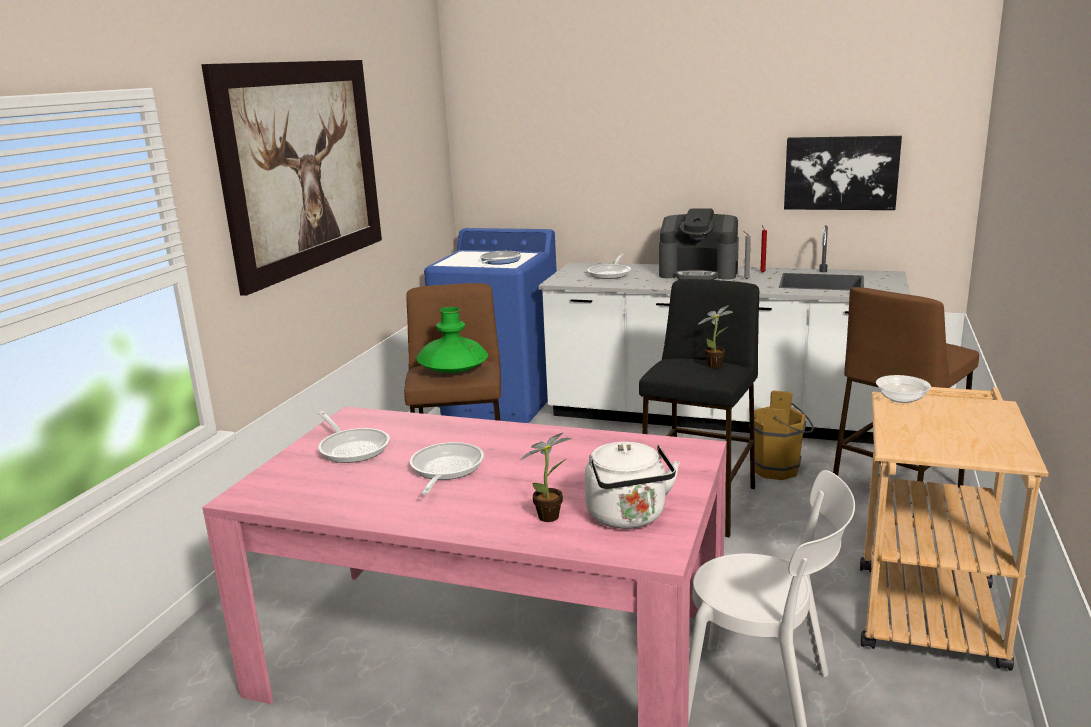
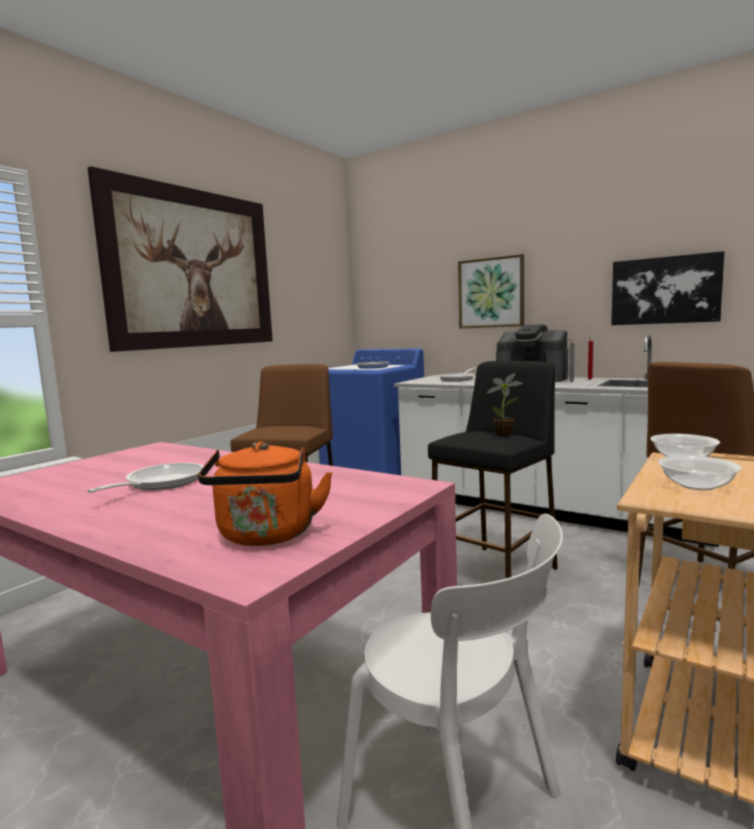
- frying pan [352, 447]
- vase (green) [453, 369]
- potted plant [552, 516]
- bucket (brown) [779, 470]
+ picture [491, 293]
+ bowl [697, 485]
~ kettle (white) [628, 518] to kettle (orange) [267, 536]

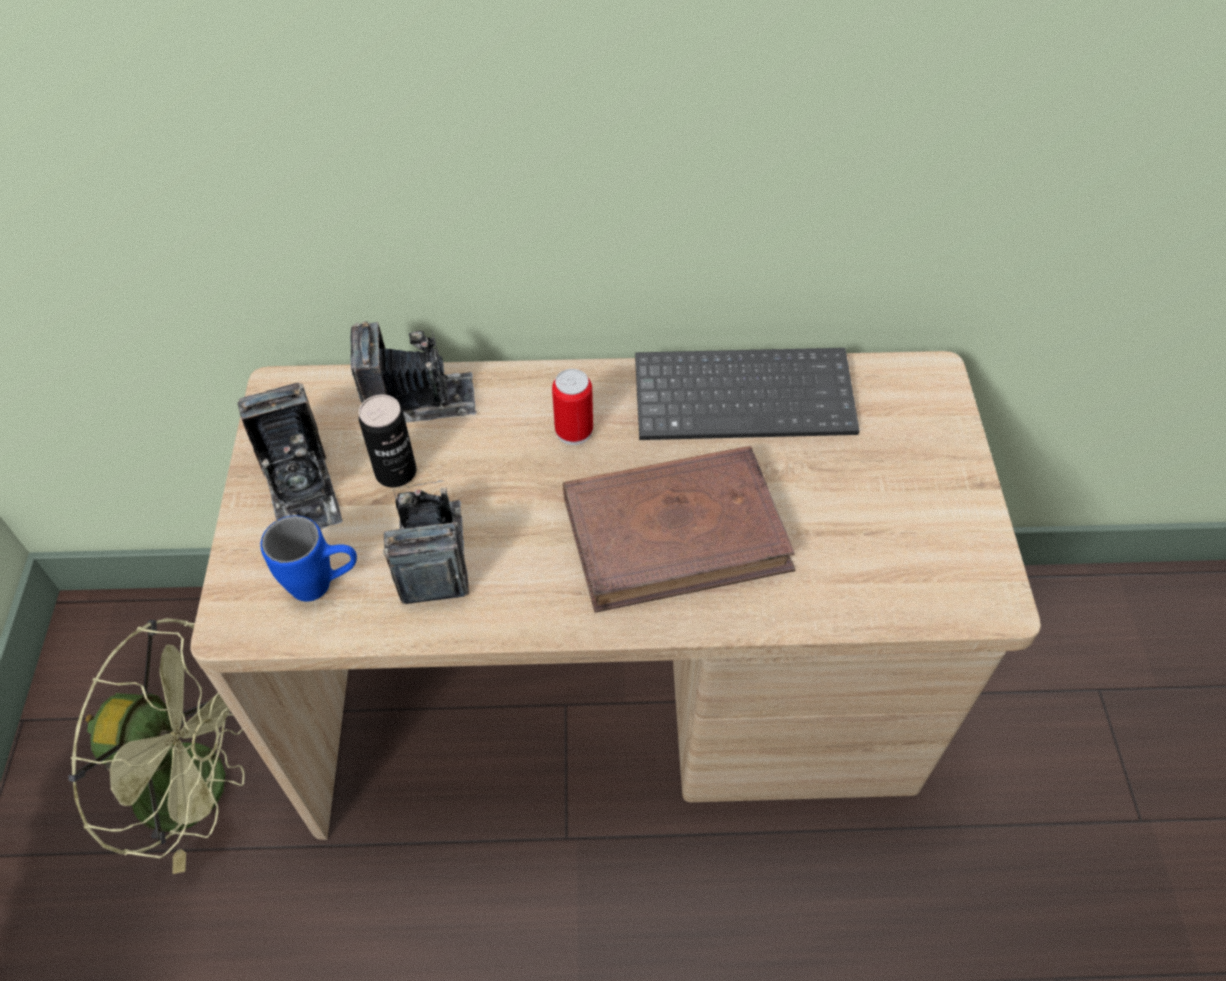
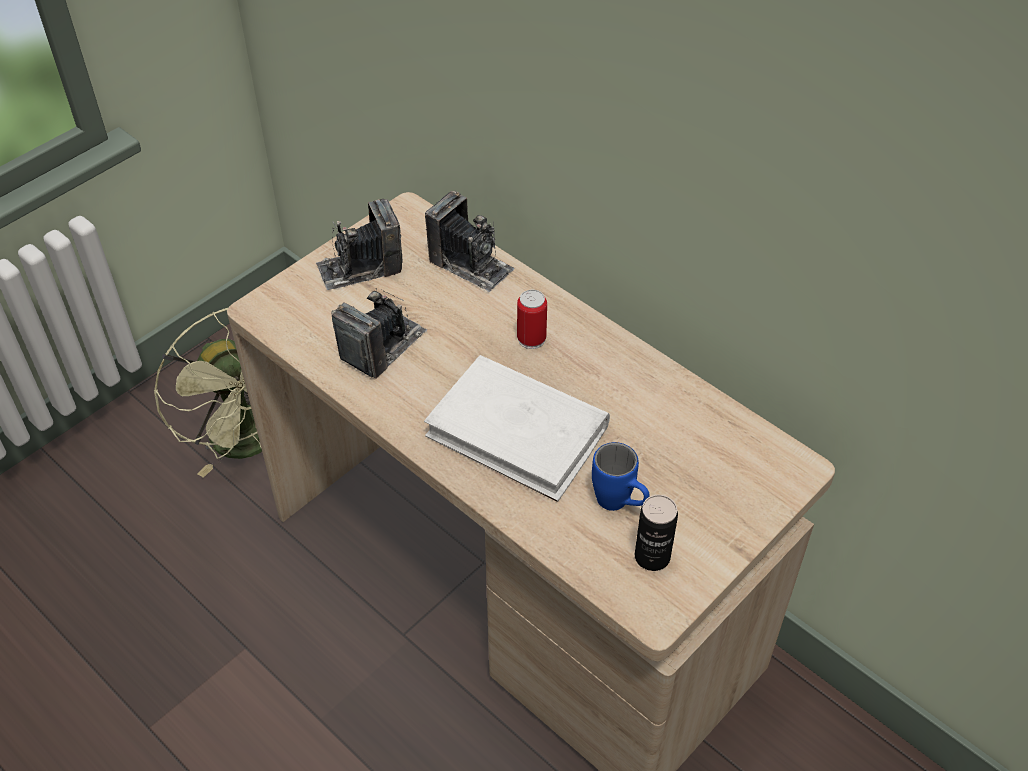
- keyboard [746, 395]
~ mug (blue) [324, 585] to [619, 505]
~ can [396, 472] to [652, 557]
~ book (brown) [676, 533] to book (white) [518, 432]
~ photo camera [301, 488] = [360, 267] 45 degrees clockwise

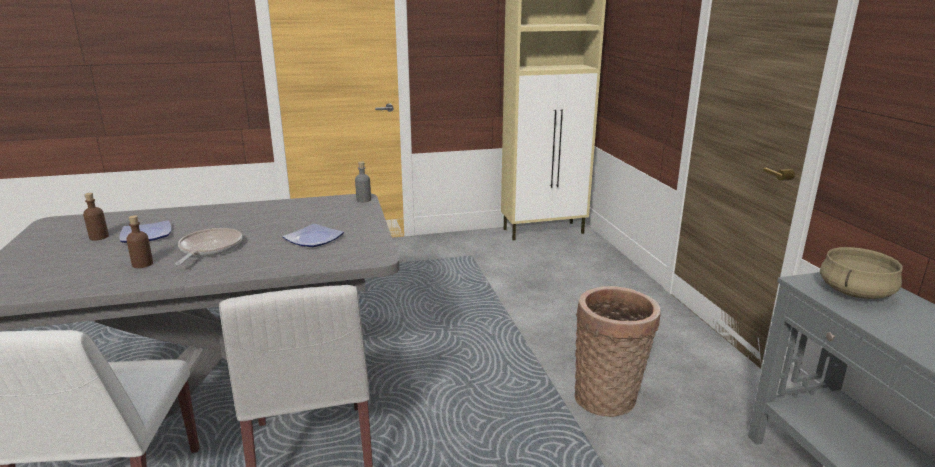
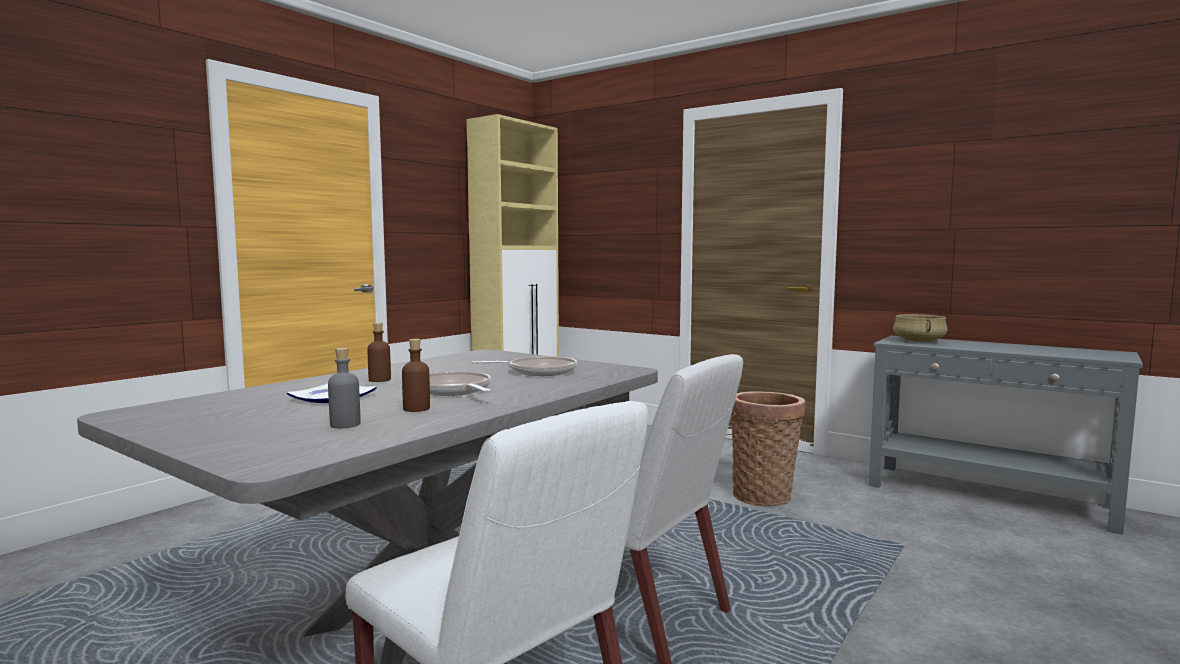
~ bottle (brown) [99, 237] to [379, 380]
~ bottle (grey) [363, 200] to [345, 424]
~ plate [314, 239] to frying pan [538, 371]

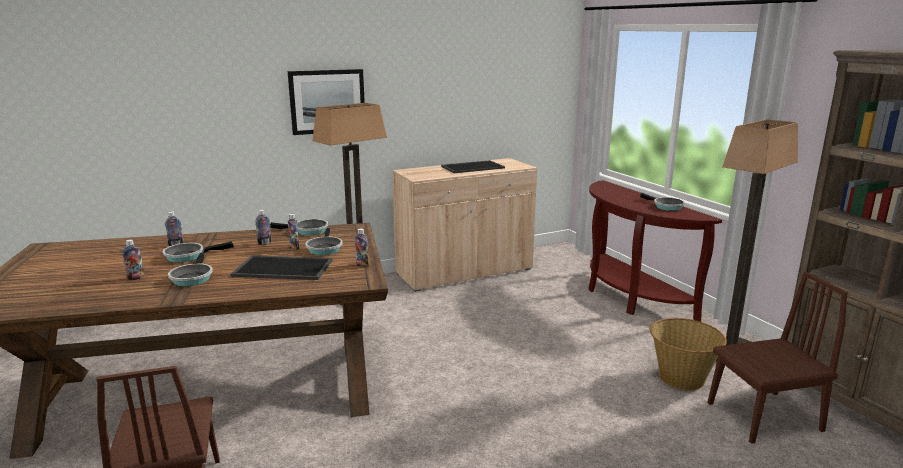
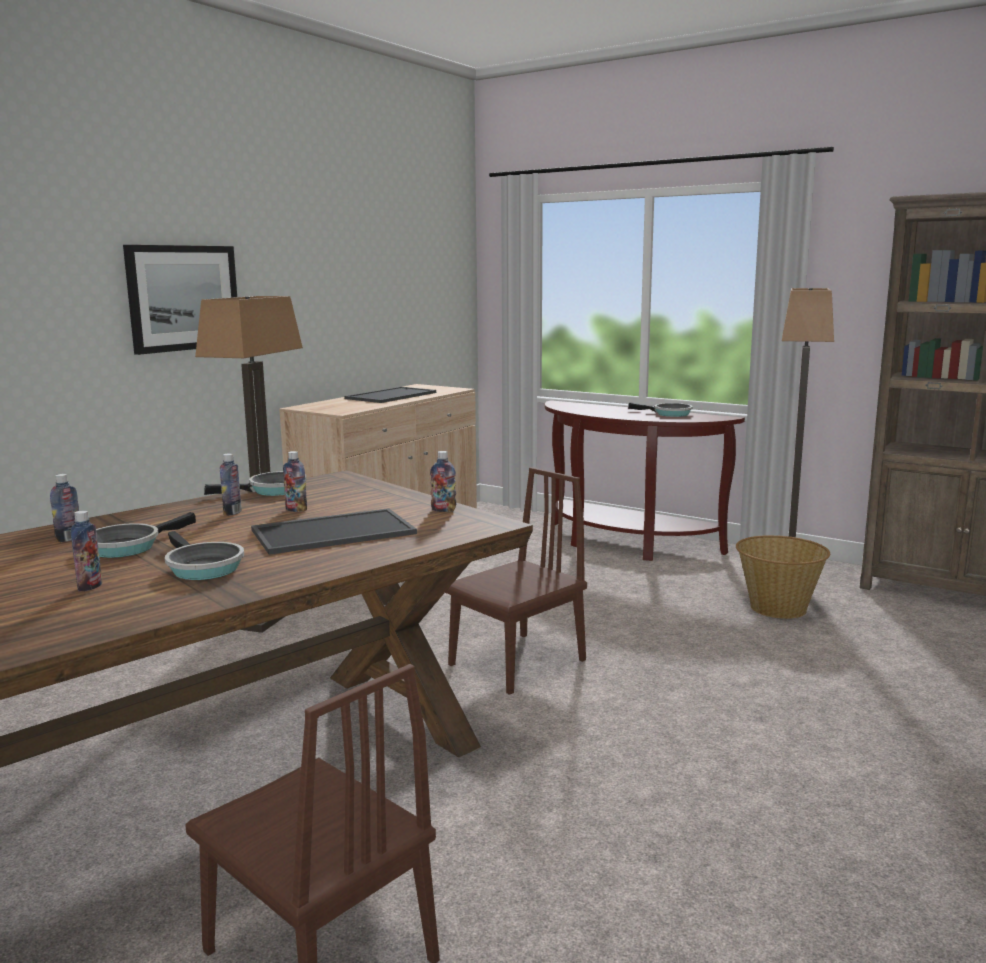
- frying pan [324, 248]
~ chair (brown) [763, 416] to [517, 662]

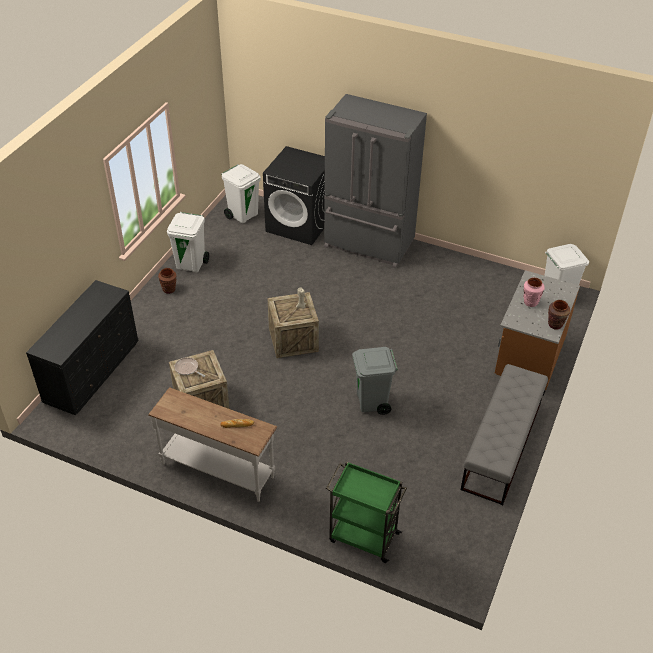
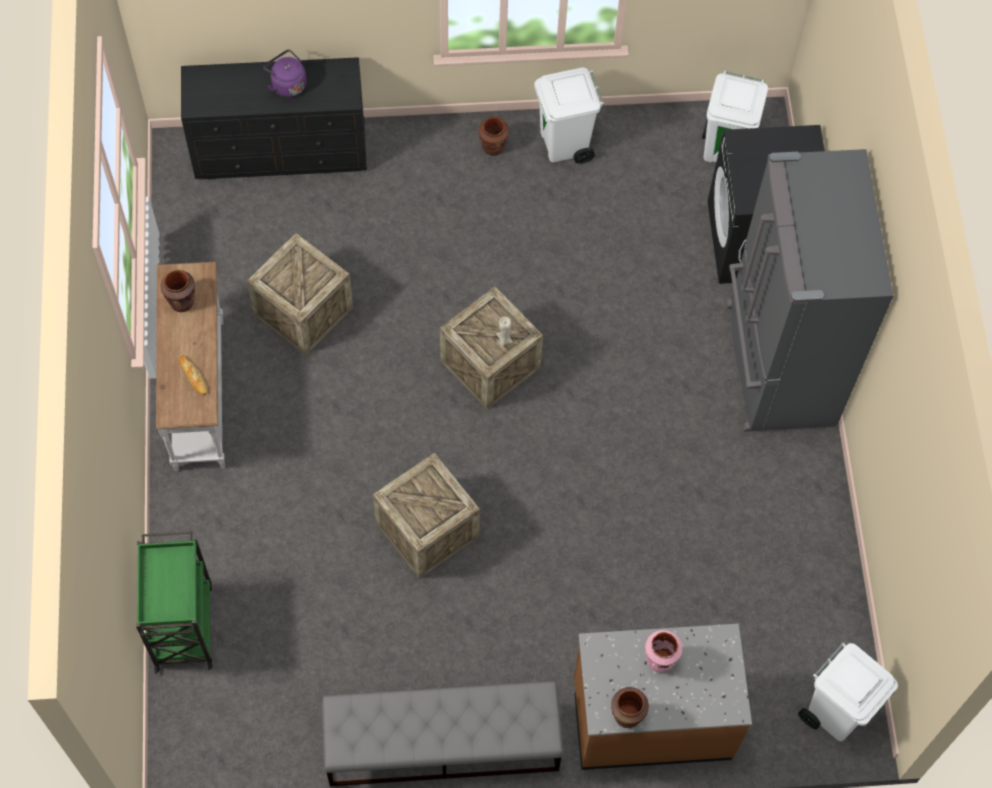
- frying pan [187, 369]
+ vase (brown) [182, 302]
+ kettle (purple) [287, 84]
~ trash can (grey) [372, 402] to crate [427, 529]

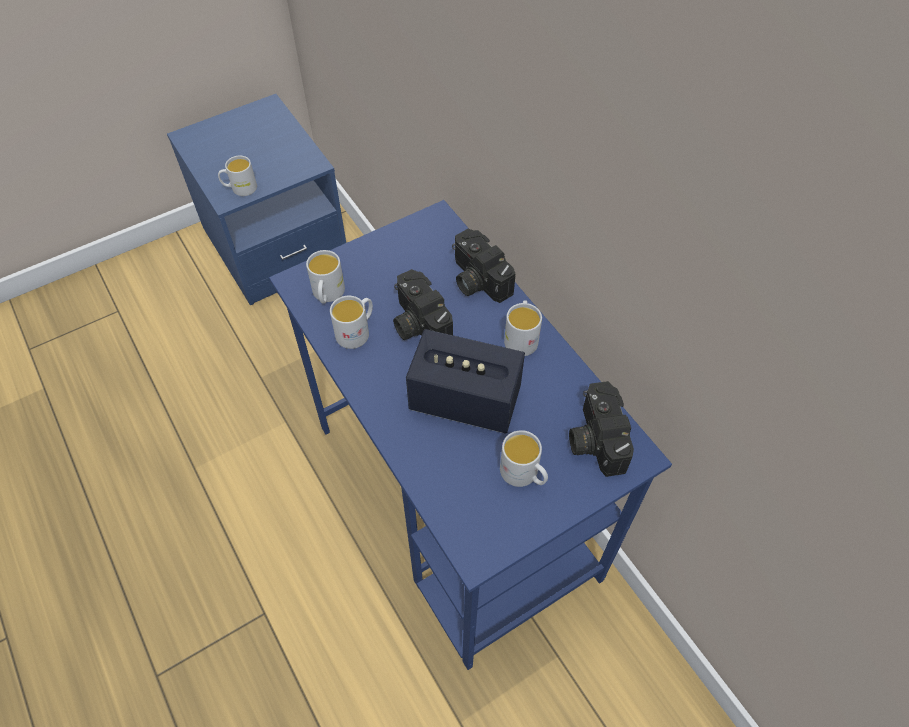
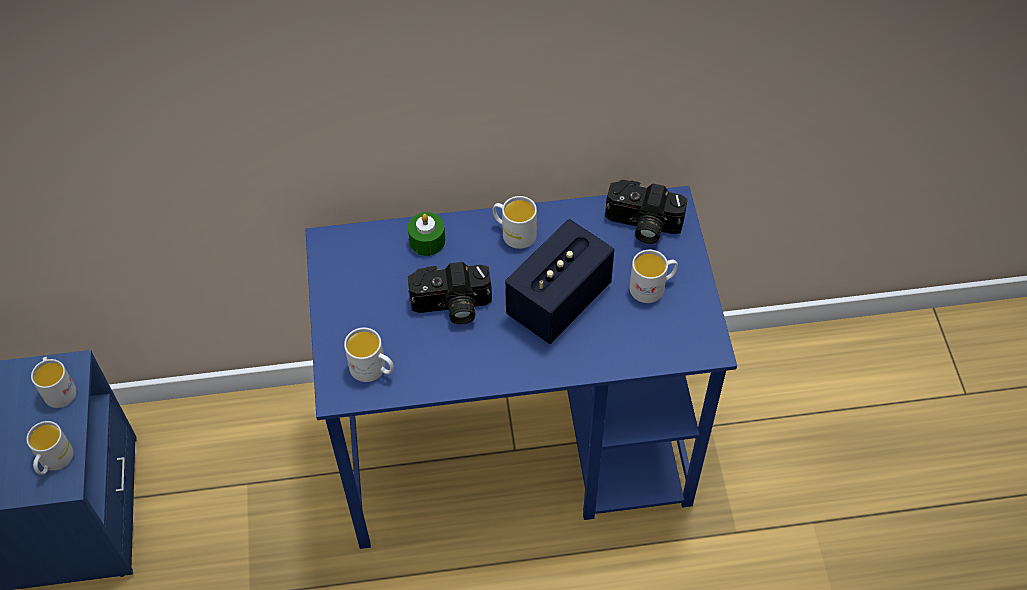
~ mug (white) [357, 331] to [58, 389]
~ photo camera [476, 280] to candle (green) [427, 241]

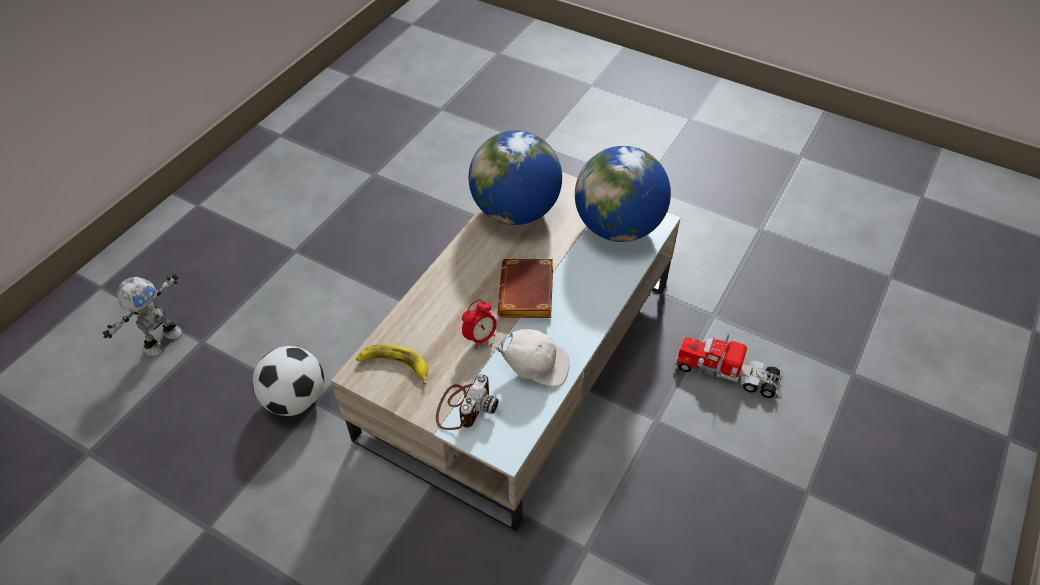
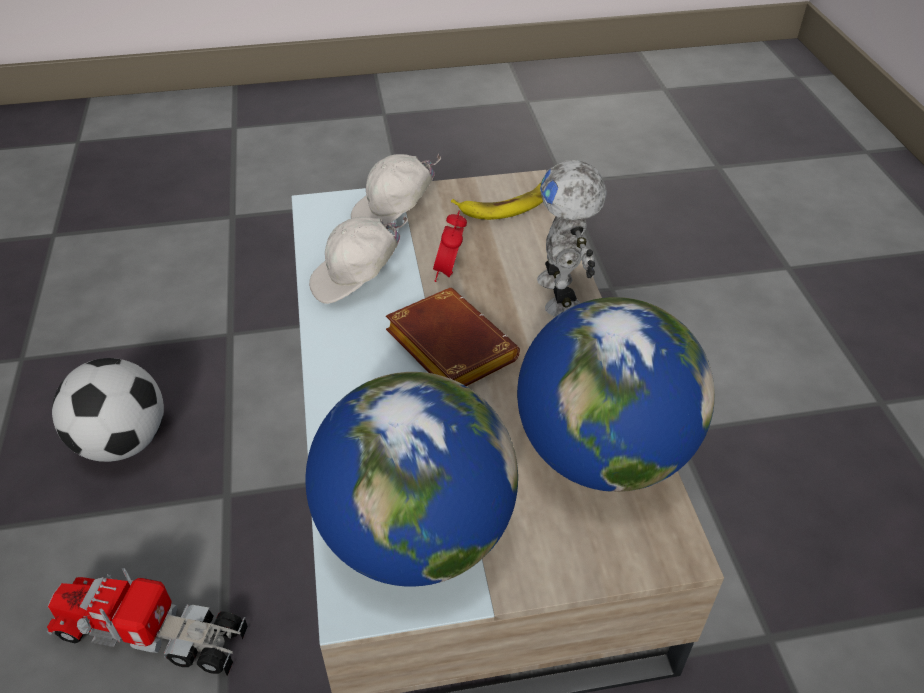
~ toy robot [161, 340] to [562, 294]
~ football [295, 399] to [123, 442]
~ photo camera [464, 406] to cap (white) [395, 213]
~ toy truck [727, 373] = [152, 633] 150 degrees counterclockwise

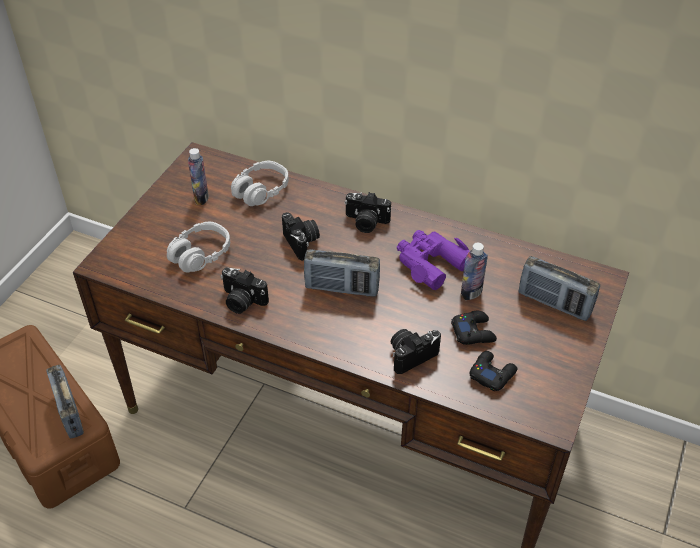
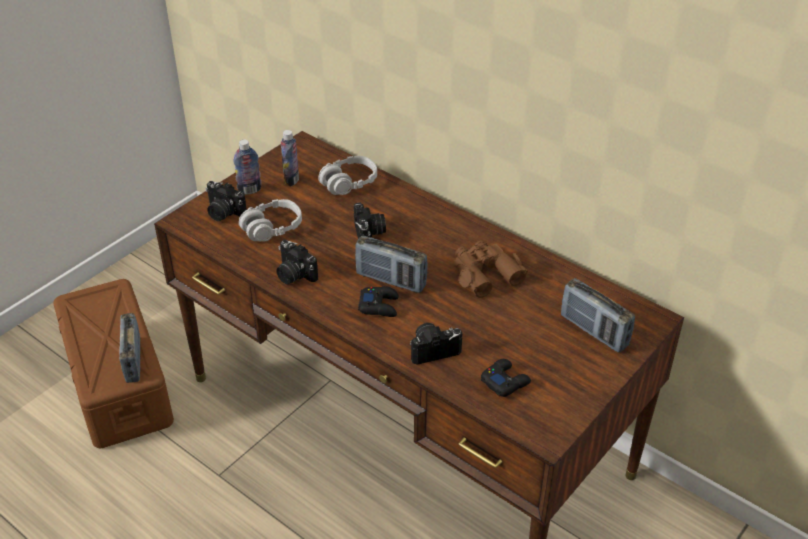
~ photo camera [366, 222] to [223, 212]
~ game controller (black) [473, 332] to [379, 306]
~ bottle [471, 293] to [249, 190]
~ binoculars (purple) [430, 263] to binoculars (brown) [484, 273]

